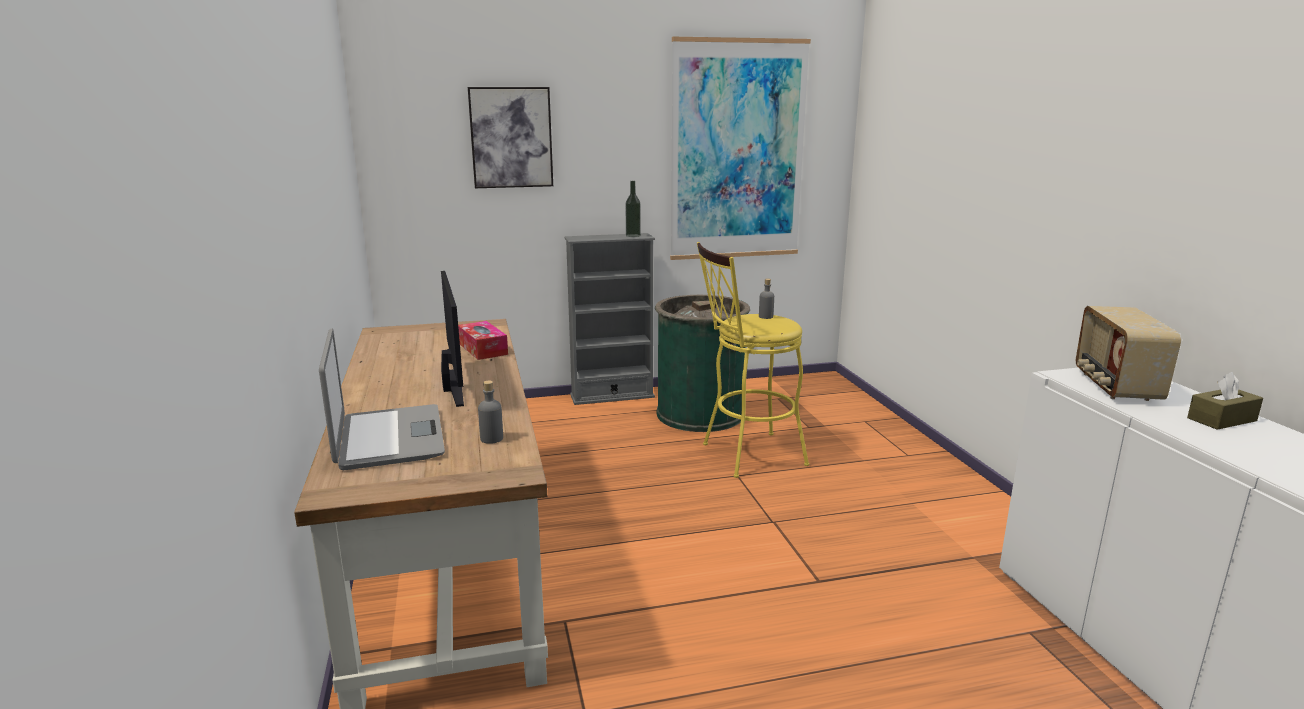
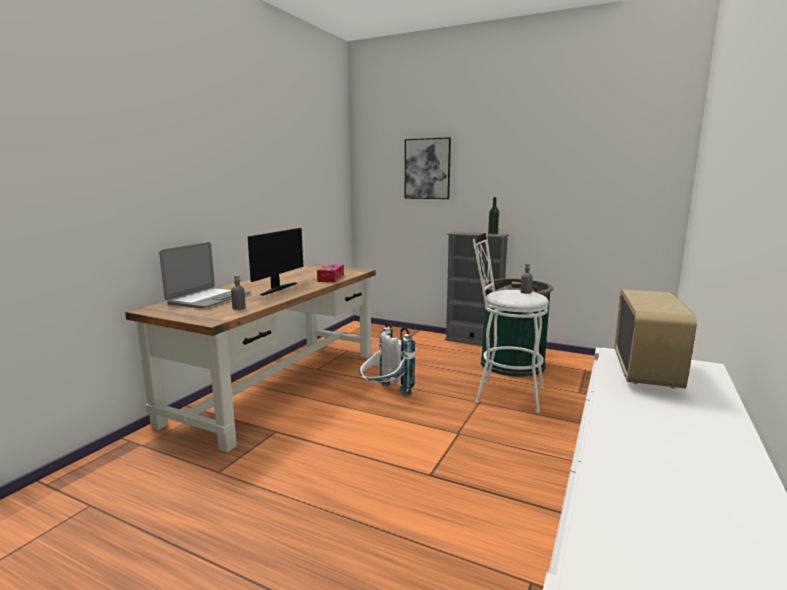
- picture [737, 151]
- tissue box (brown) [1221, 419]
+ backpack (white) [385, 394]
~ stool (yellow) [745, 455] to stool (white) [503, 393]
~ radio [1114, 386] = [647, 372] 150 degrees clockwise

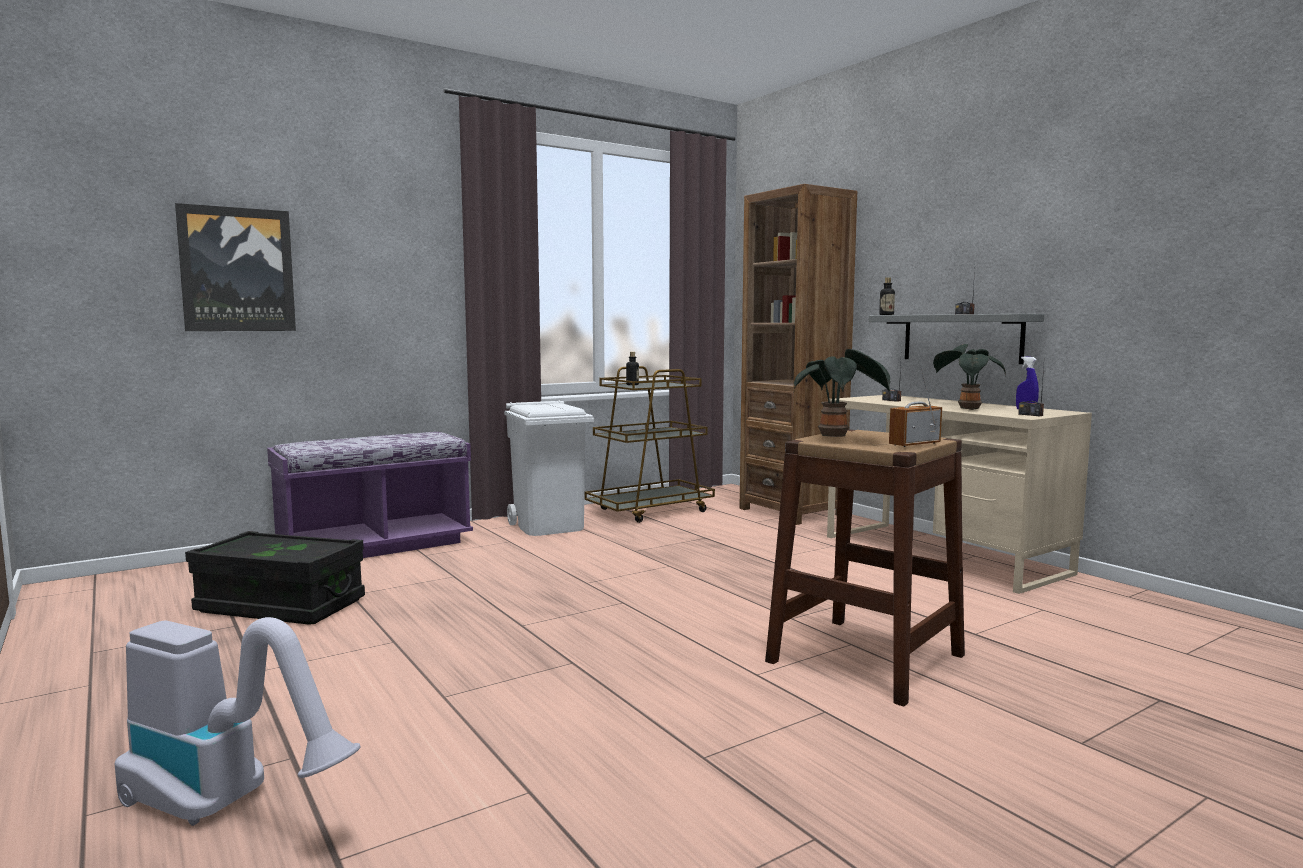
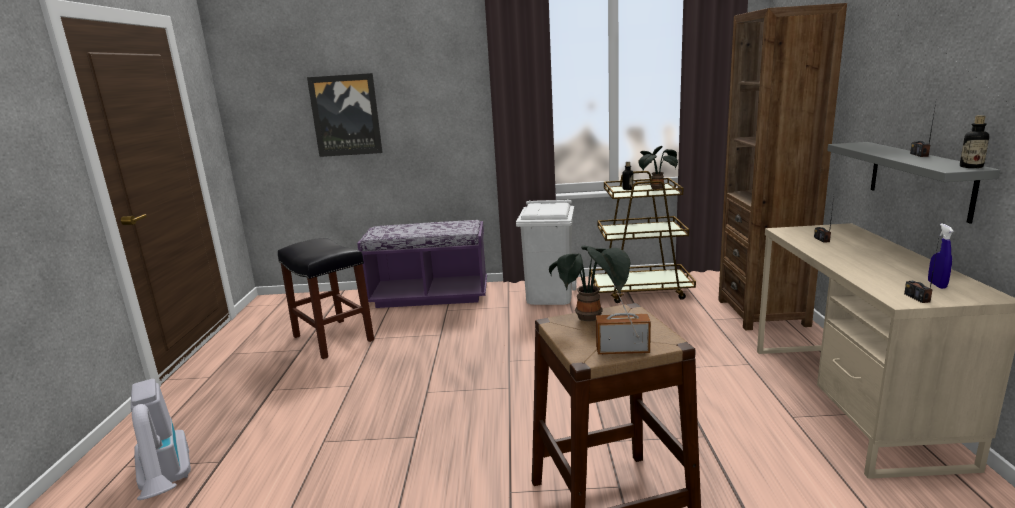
~ bottle [886, 314] to [971, 167]
~ potted plant [966, 408] to [656, 188]
~ storage box (black) [280, 605] to stool (black) [334, 338]

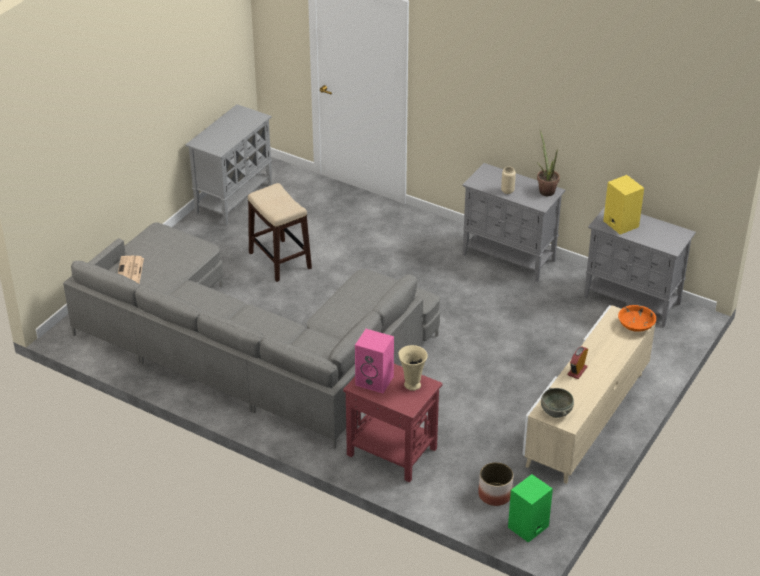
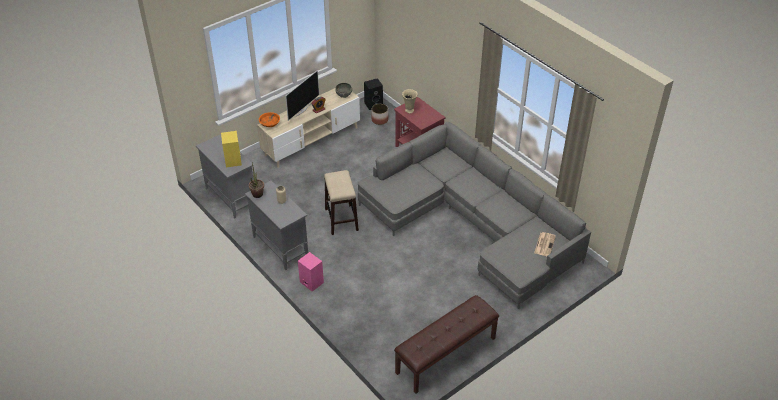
+ television [302, 110]
~ stool [280, 261] to [341, 219]
~ speaker (pink) [375, 380] to [311, 282]
~ cabinet (grey) [234, 198] to bench (brown) [446, 356]
~ speaker (green) [528, 528] to speaker (black) [373, 104]

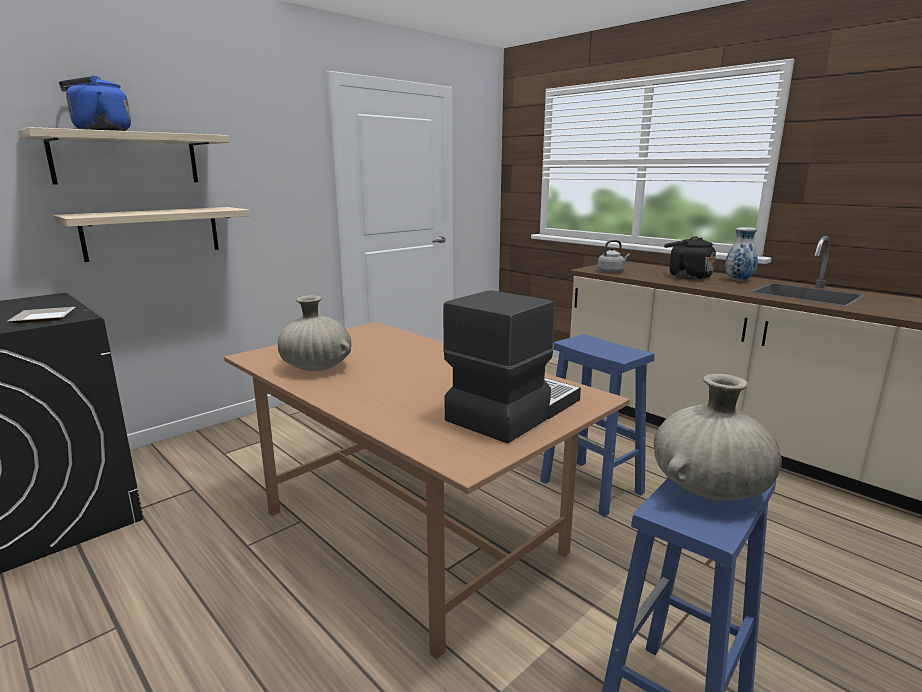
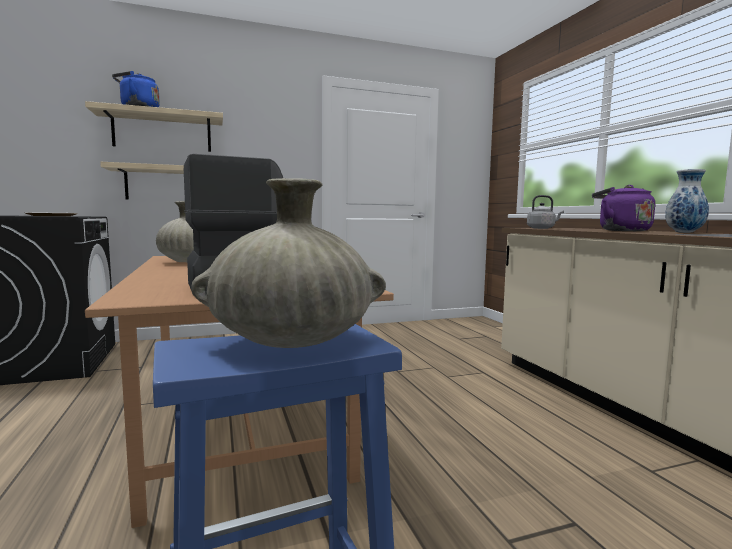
- stool (blue) [593, 487]
~ kettle (black) [686, 277] to kettle (purple) [621, 230]

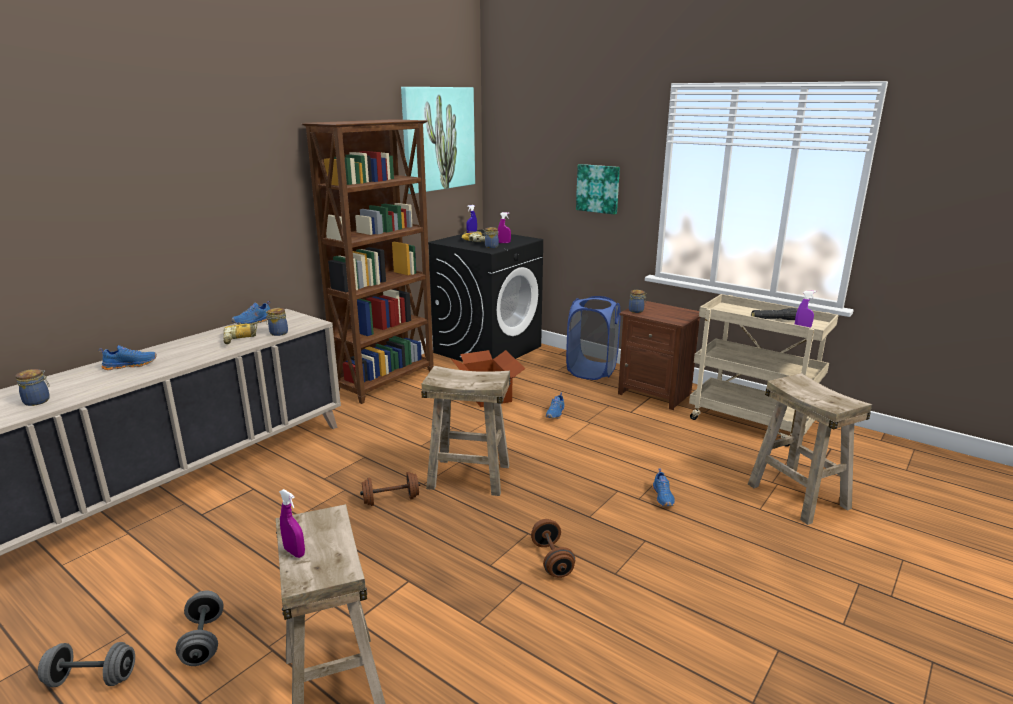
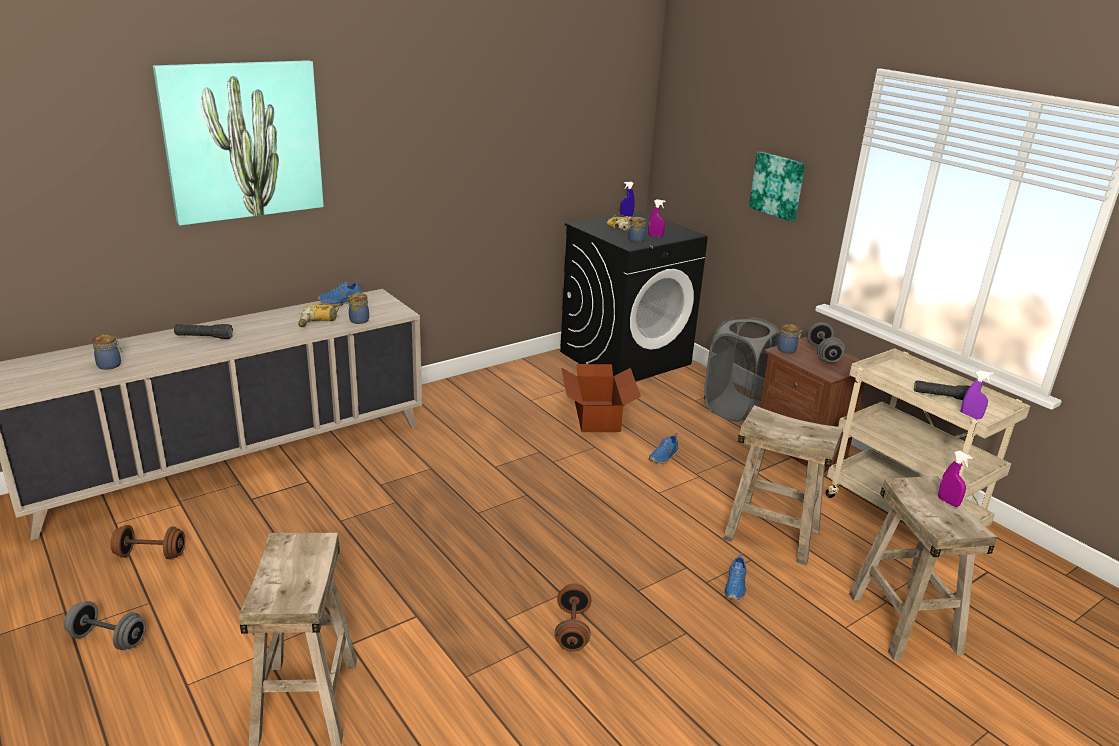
- bookcase (brown) [387, 381]
~ dumbbell (grey) [203, 641] to [823, 354]
~ spray bottle (purple) [294, 552] to [948, 502]
~ dumbbell (brown) [391, 500] to [151, 554]
~ picture [438, 139] to [243, 141]
~ stool (beige) [469, 476] to [772, 534]
~ shoe (blue) [130, 365] to flashlight (black) [204, 337]
~ laundry basket (blue) [592, 371] to laundry basket (grey) [737, 408]

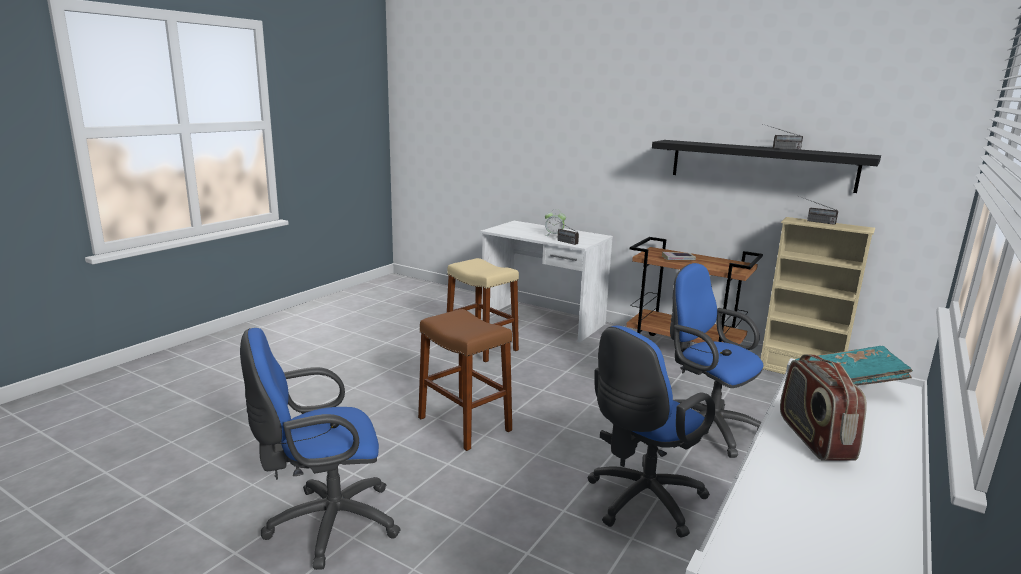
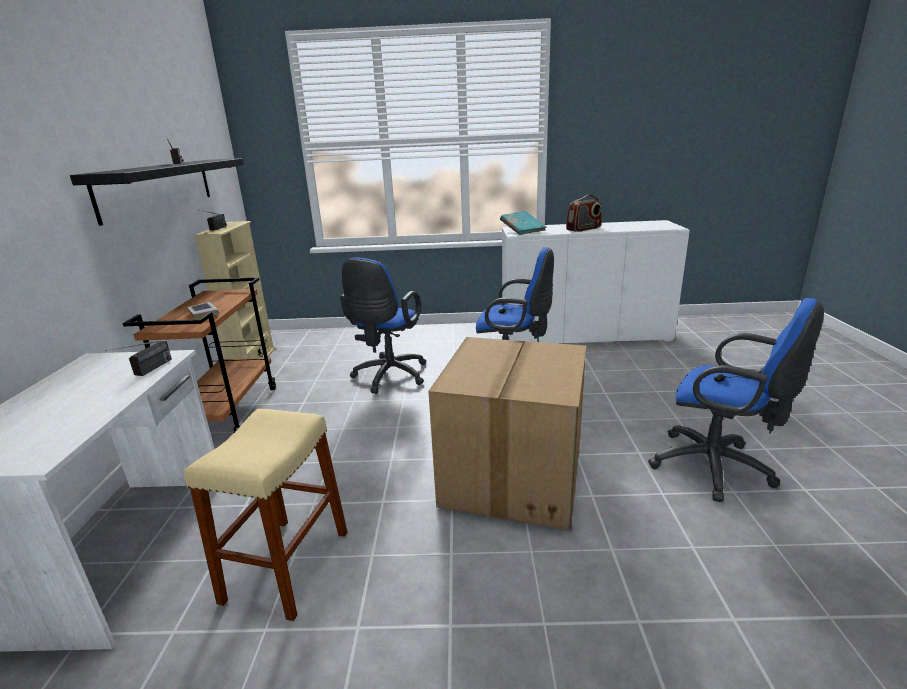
- alarm clock [554, 235]
~ stool (brown) [464, 424] to cardboard box [511, 475]

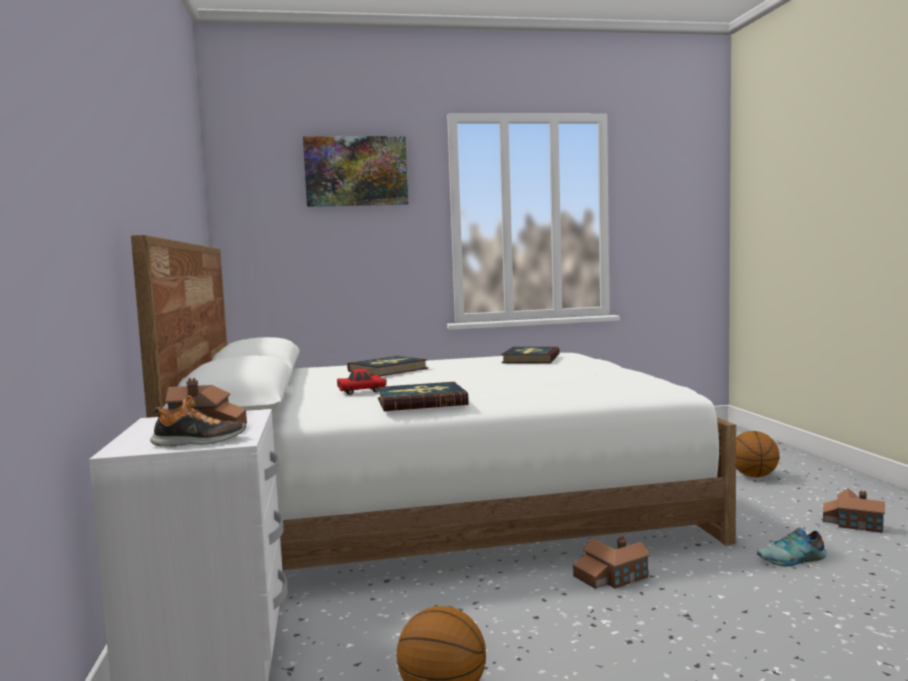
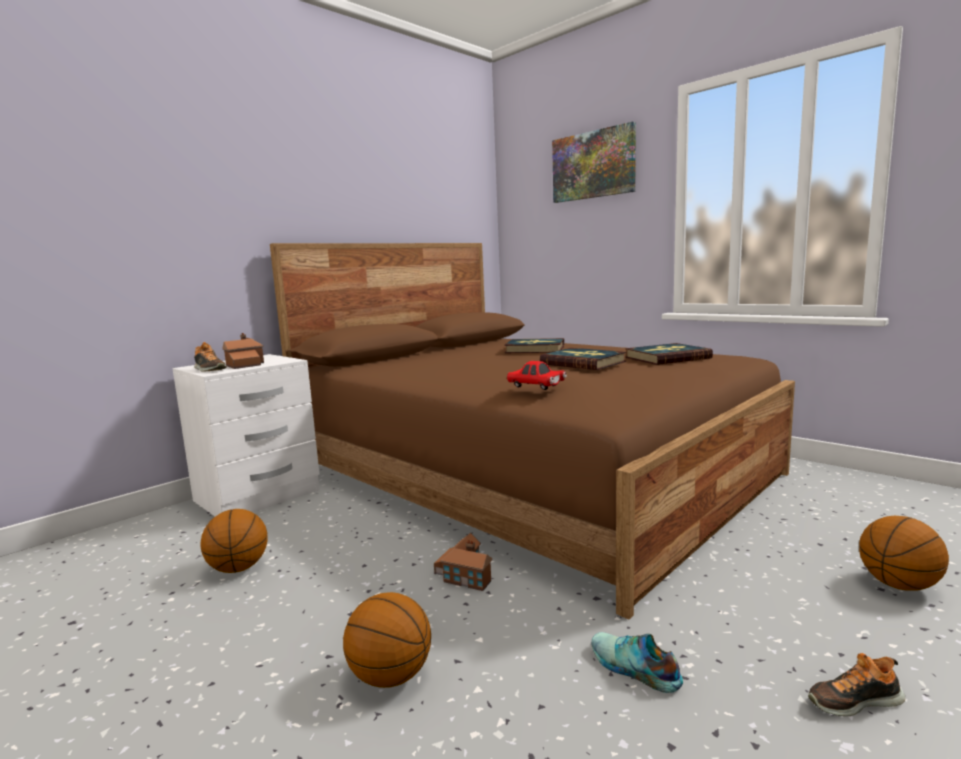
+ basketball [391, 676]
~ toy car (red) [361, 391] to [536, 386]
~ book [421, 401] to [583, 363]
~ toy house [851, 522] to shoe [853, 700]
~ bed (white) [435, 503] to bed (brown) [526, 471]

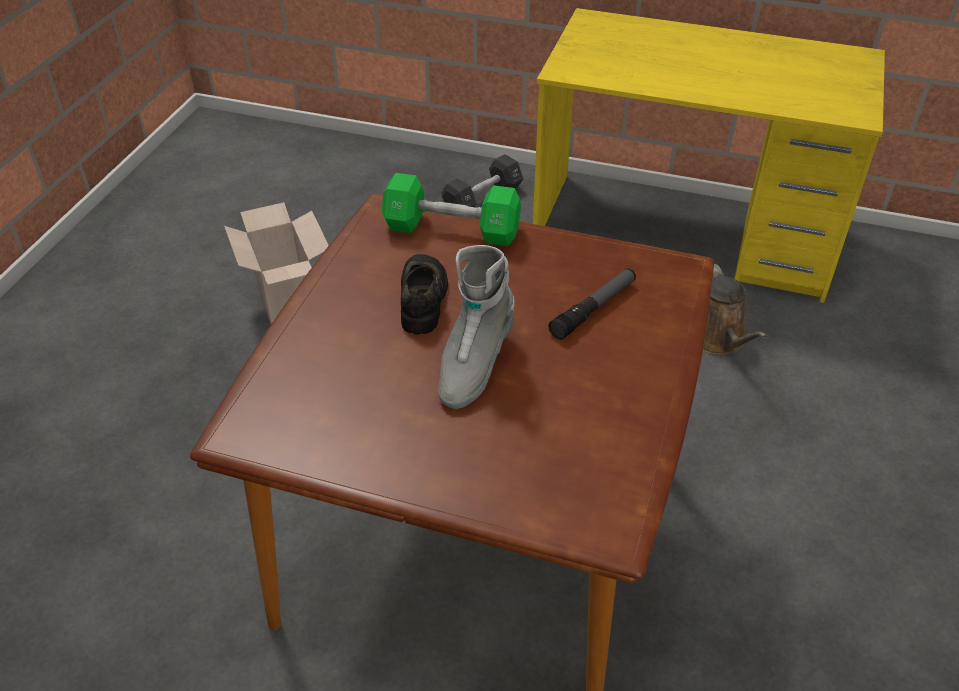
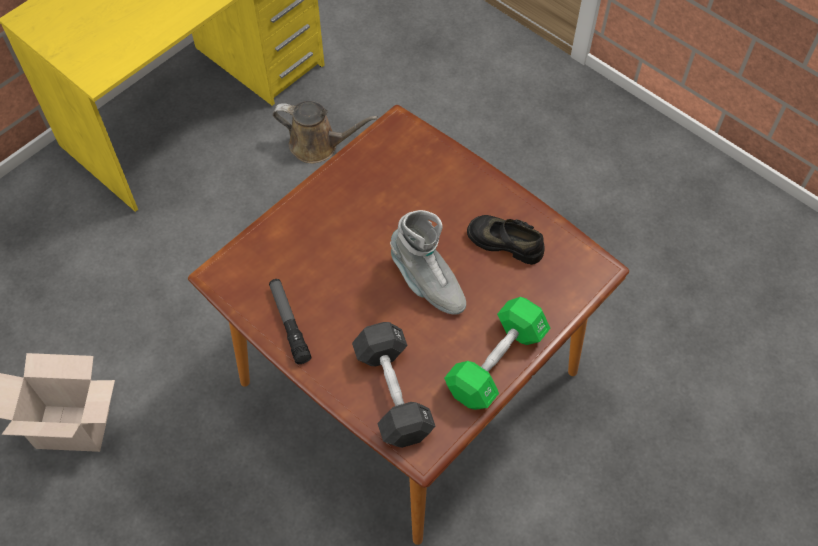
~ dumbbell (green) [452, 229] to [496, 362]
~ shoe (black) [423, 299] to [505, 242]
~ dumbbell (black) [482, 199] to [393, 393]
~ flashlight [593, 309] to [289, 323]

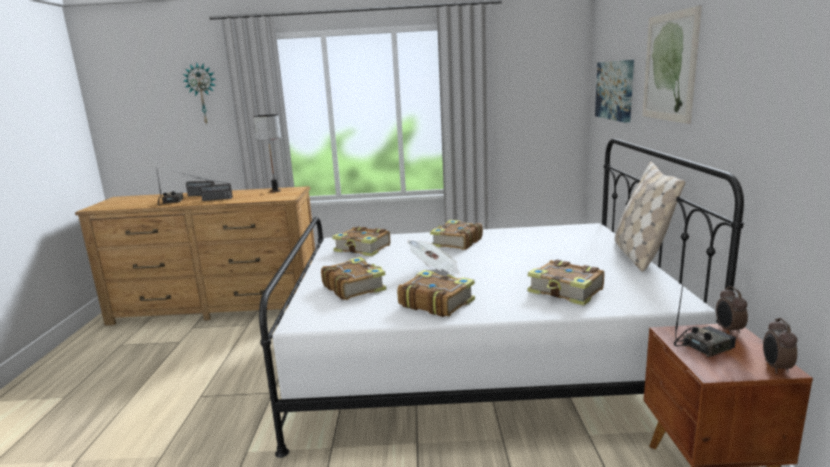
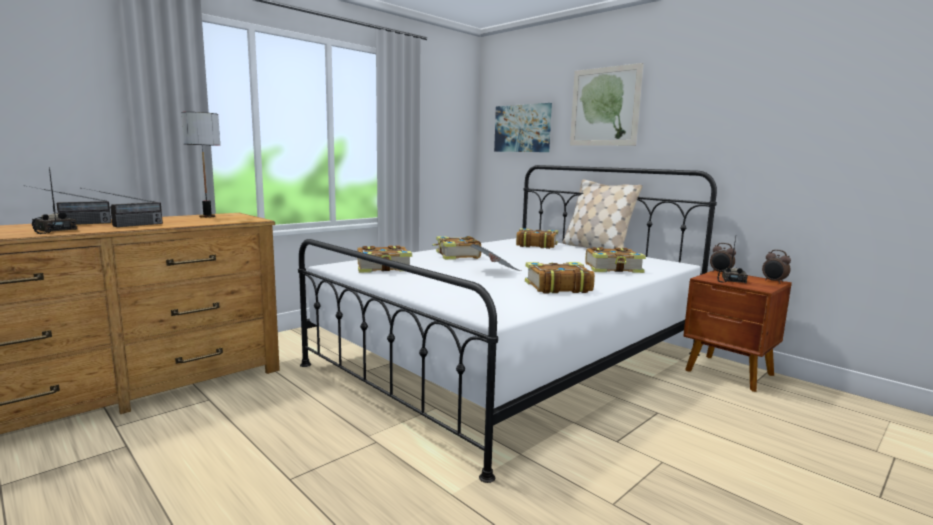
- wall clock [202, 94]
~ book [354, 287] to [536, 245]

